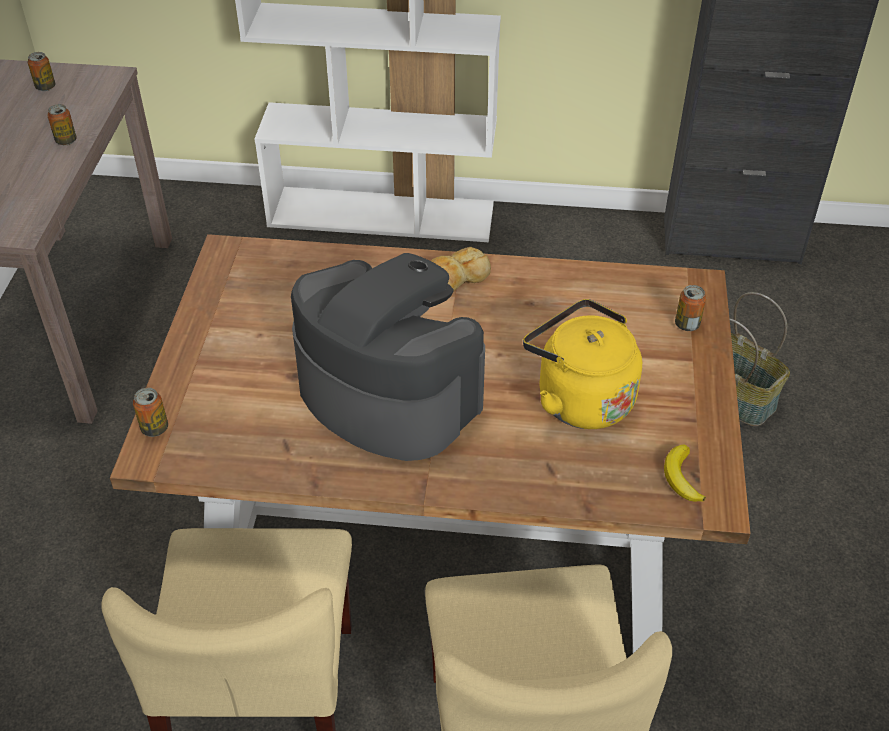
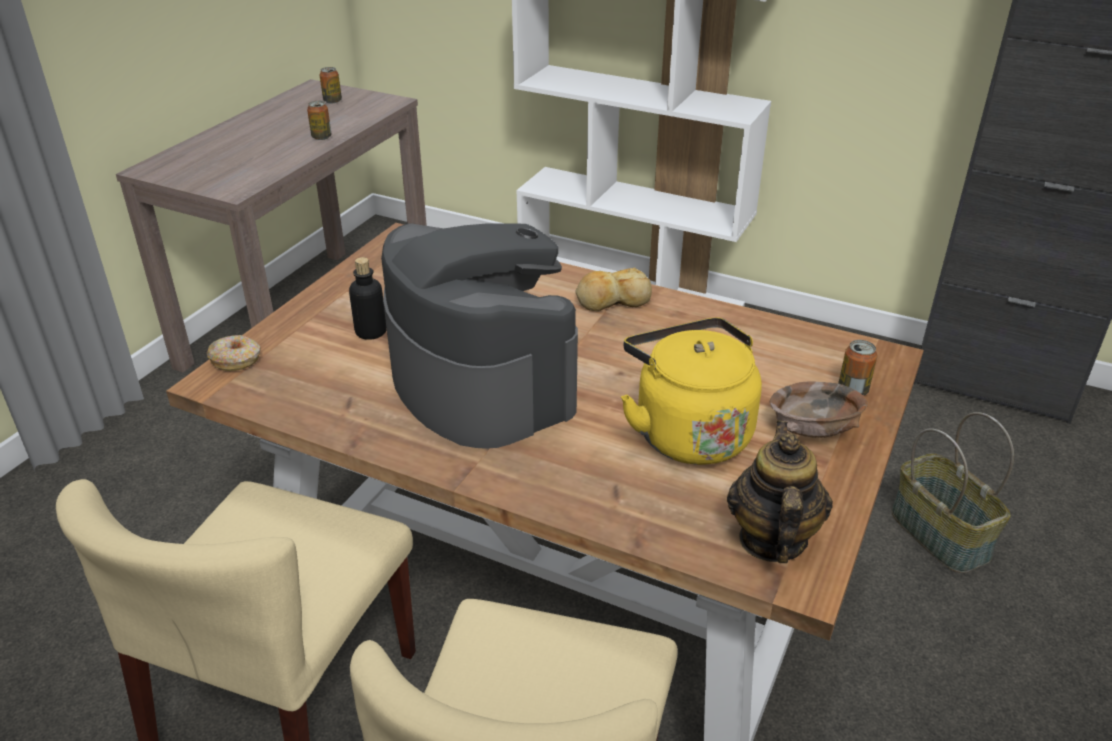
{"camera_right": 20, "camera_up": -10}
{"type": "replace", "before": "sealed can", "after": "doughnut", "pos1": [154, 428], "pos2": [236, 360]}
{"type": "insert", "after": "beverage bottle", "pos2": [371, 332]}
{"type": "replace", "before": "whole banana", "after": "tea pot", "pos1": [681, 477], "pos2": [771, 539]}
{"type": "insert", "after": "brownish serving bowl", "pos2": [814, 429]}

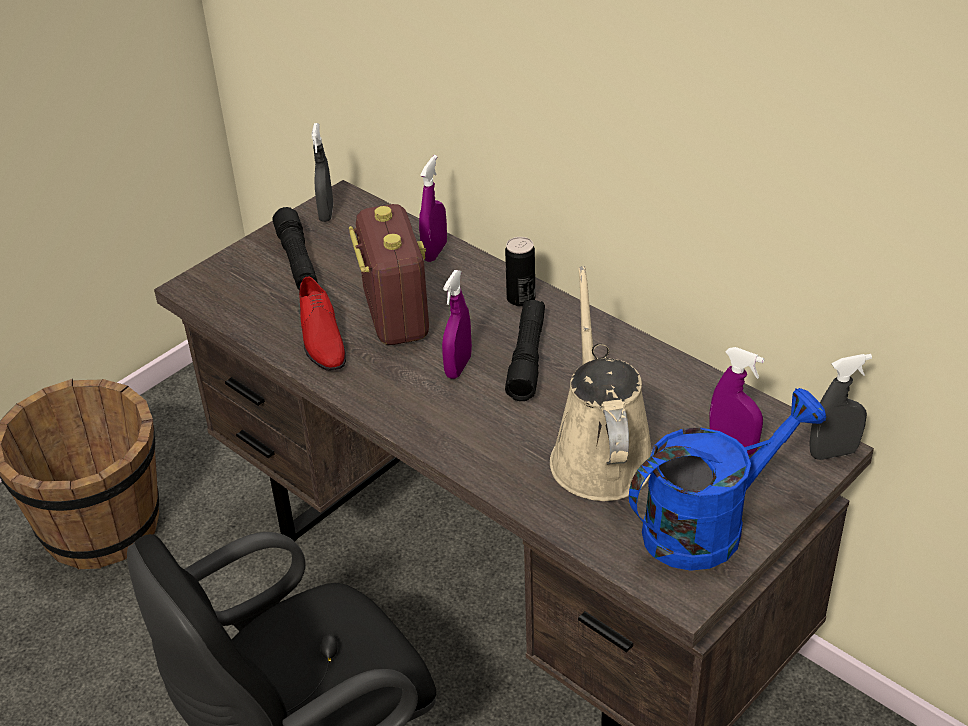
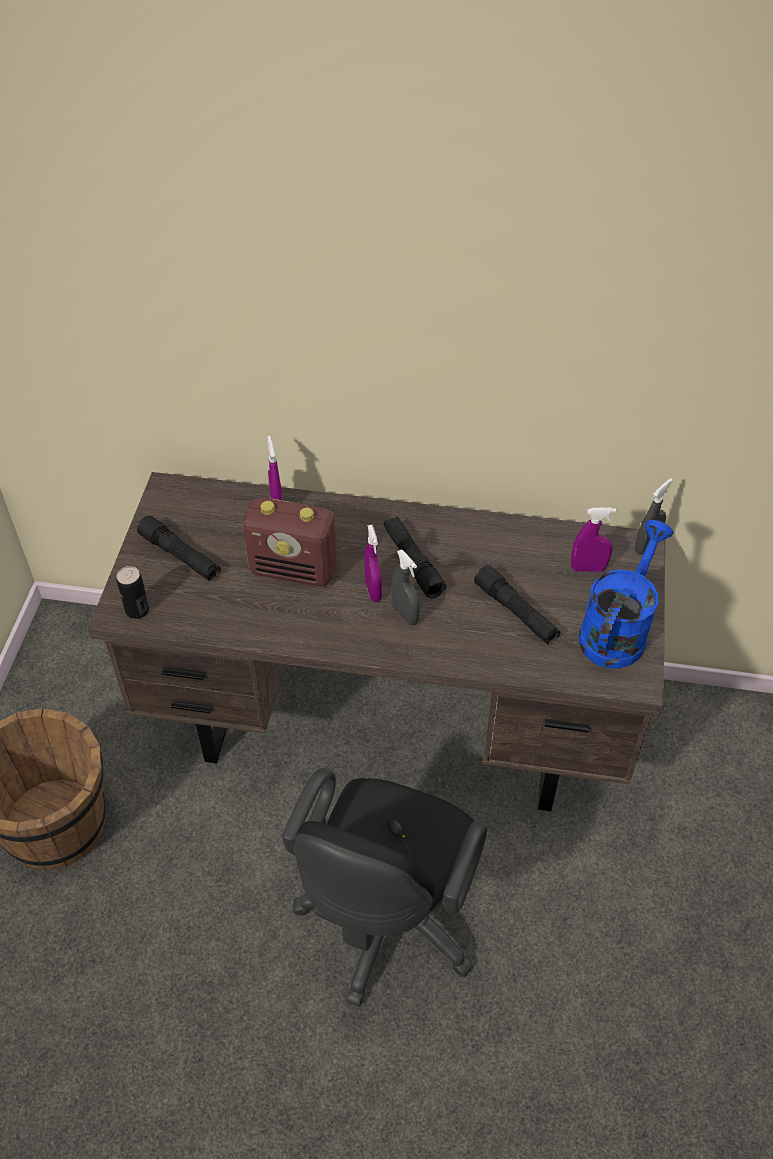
{"camera_right": -35, "camera_up": 10}
{"type": "move", "before": "sealed can", "pos1": [521, 298], "pos2": [137, 610]}
{"type": "rotate", "before": "radio receiver", "pos1": [395, 315], "pos2": [294, 570], "turn": 150}
{"type": "move", "before": "gray spray bottle", "pos1": [326, 213], "pos2": [405, 614]}
{"type": "replace", "before": "sand-coloured watering can", "after": "blackish flashlight", "pos1": [599, 454], "pos2": [516, 612]}
{"type": "delete", "before": "red-coloured low shoe", "pos1": [320, 338]}

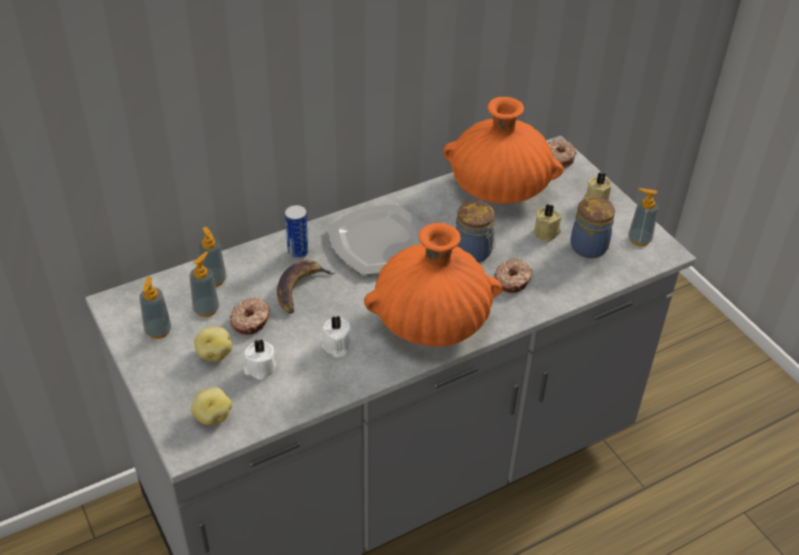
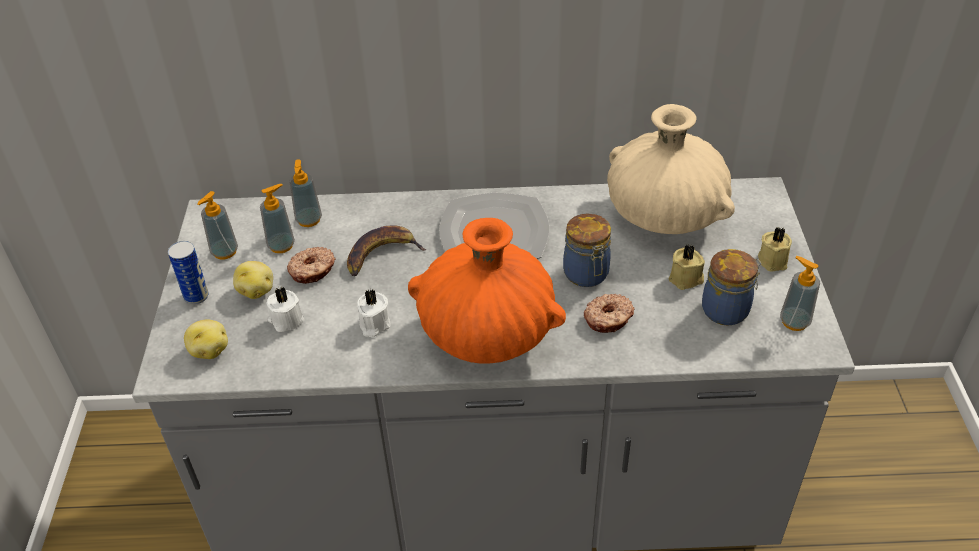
{"camera_right": 30, "camera_up": 0}
{"type": "move", "before": "sealed can", "pos1": [298, 253], "pos2": [196, 296]}
{"type": "recolor", "before": "orangey decorative vase", "after": "sand-coloured decorative vase", "pos1": [499, 189], "pos2": [664, 216]}
{"type": "delete", "before": "doughnut", "pos1": [558, 158]}

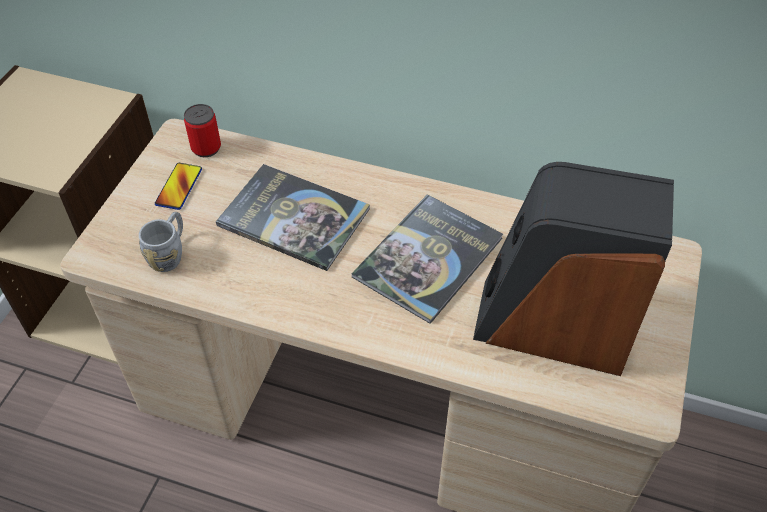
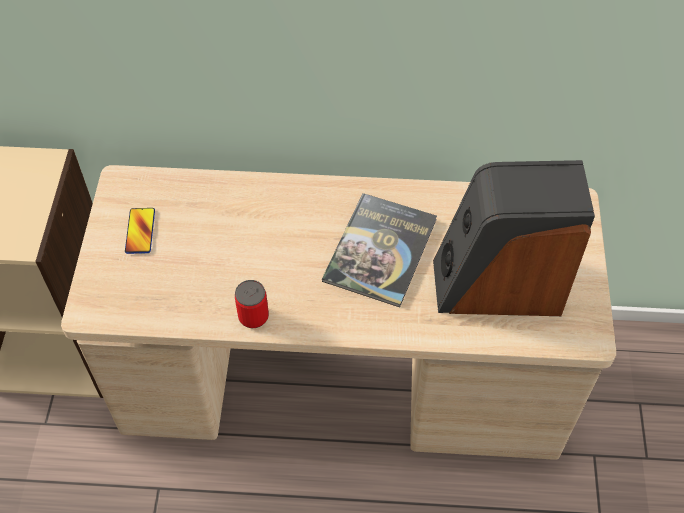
{"camera_right": -15, "camera_up": 5}
{"type": "move", "before": "sealed can", "pos1": [206, 148], "pos2": [253, 316]}
{"type": "delete", "before": "gray mug", "pos1": [170, 254]}
{"type": "delete", "before": "bound book", "pos1": [294, 217]}

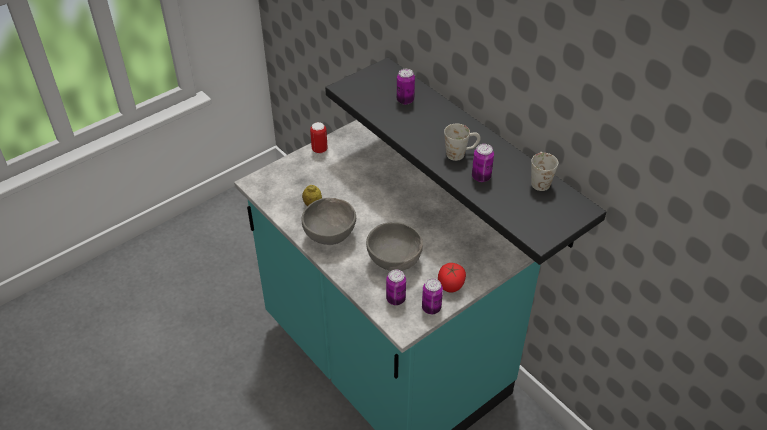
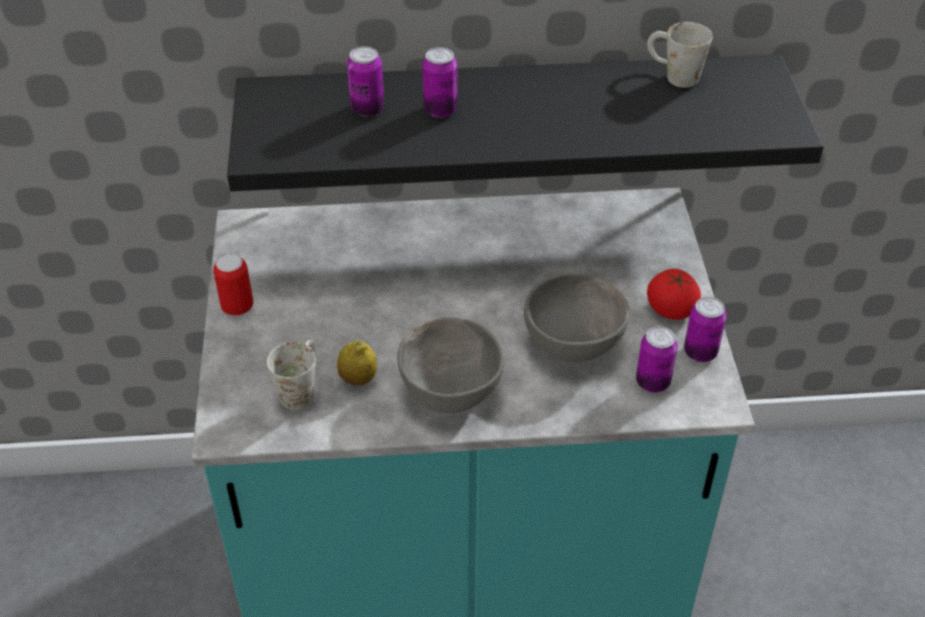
{"camera_right": -55, "camera_up": 0}
{"type": "move", "before": "white mug", "pos1": [461, 153], "pos2": [301, 388]}
{"type": "move", "before": "sealed can", "pos1": [481, 177], "pos2": [440, 110]}

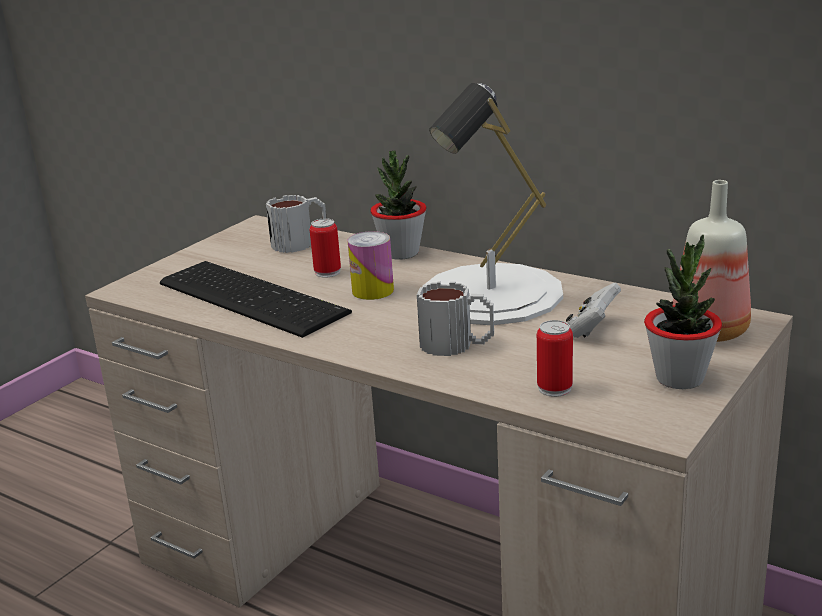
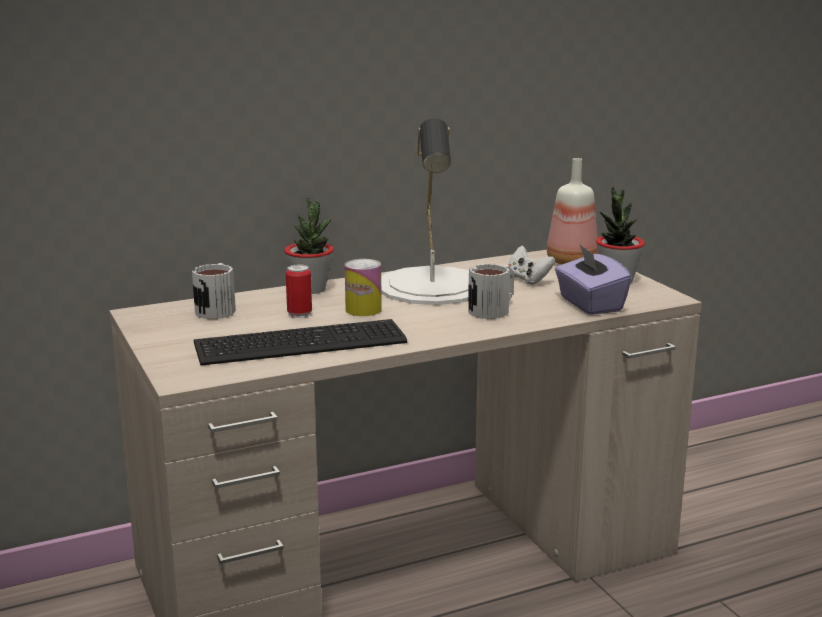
{"camera_right": -60, "camera_up": -5}
{"type": "replace", "before": "sealed can", "after": "purplish tissue box", "pos1": [554, 388], "pos2": [589, 304]}

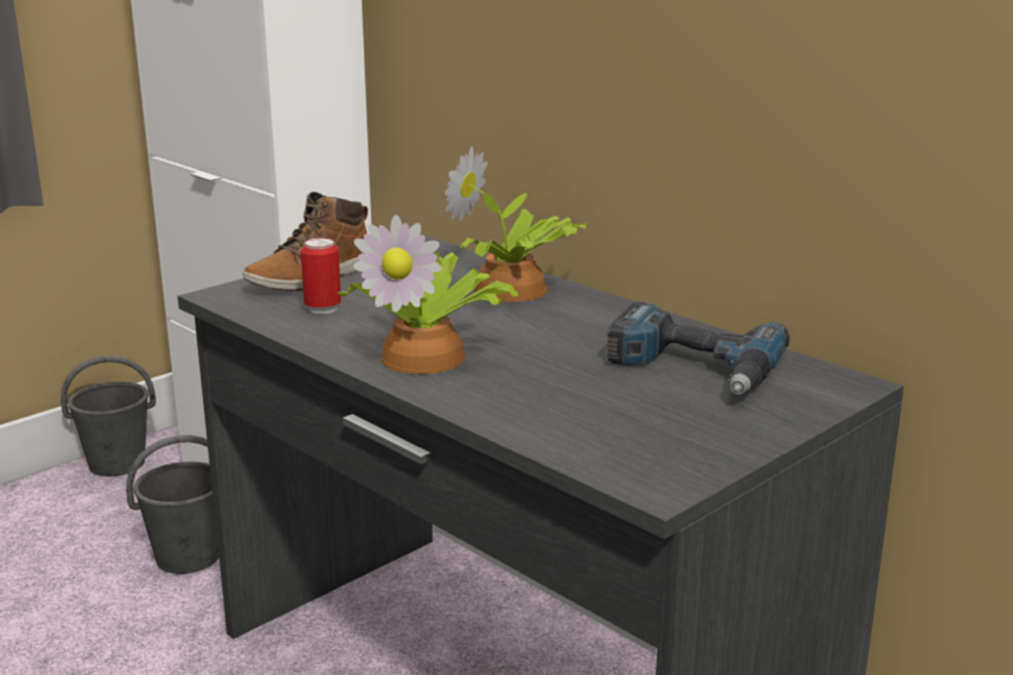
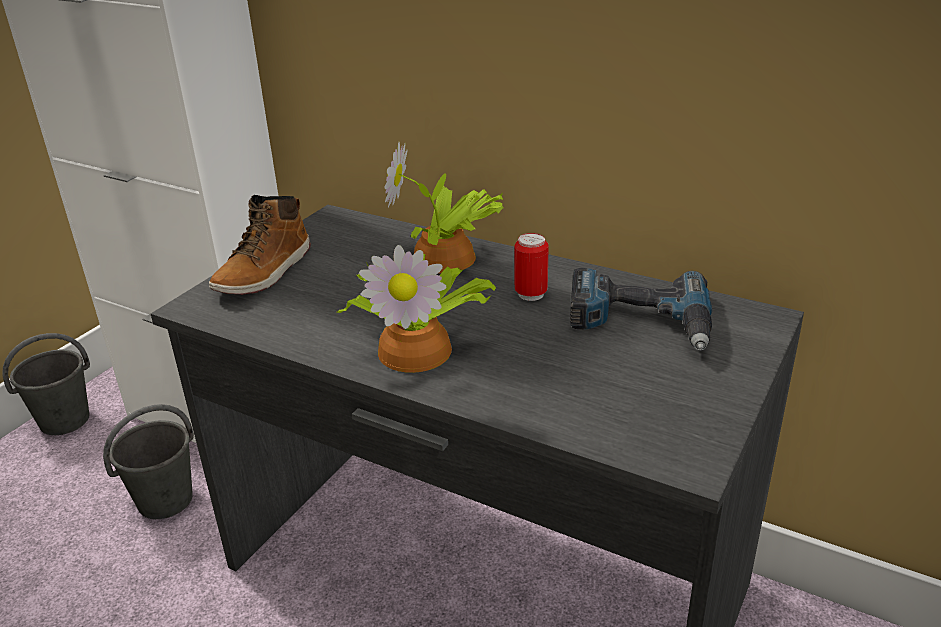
{"camera_right": -15, "camera_up": 10}
{"type": "move", "before": "sealed can", "pos1": [323, 309], "pos2": [531, 294]}

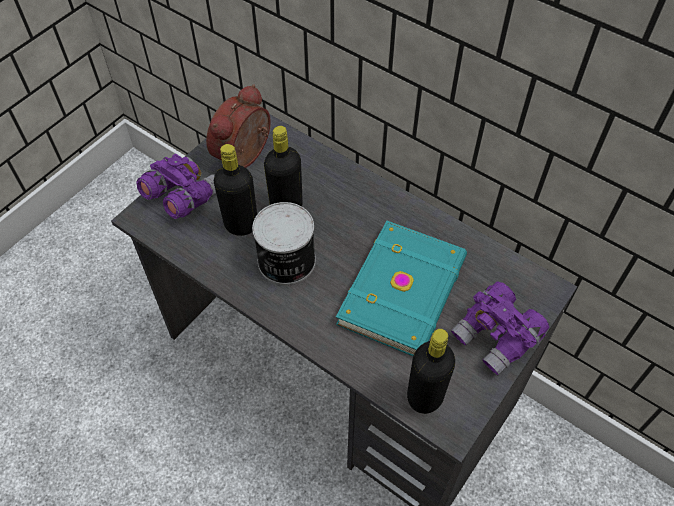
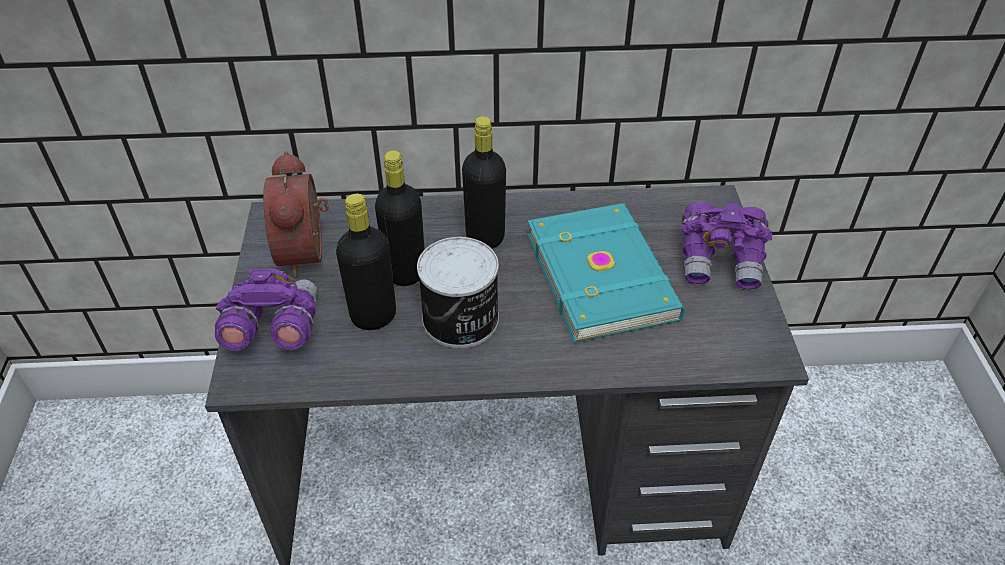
{"camera_right": -40, "camera_up": -10}
{"type": "move", "before": "blackish beverage bottle", "pos1": [425, 397], "pos2": [485, 237]}

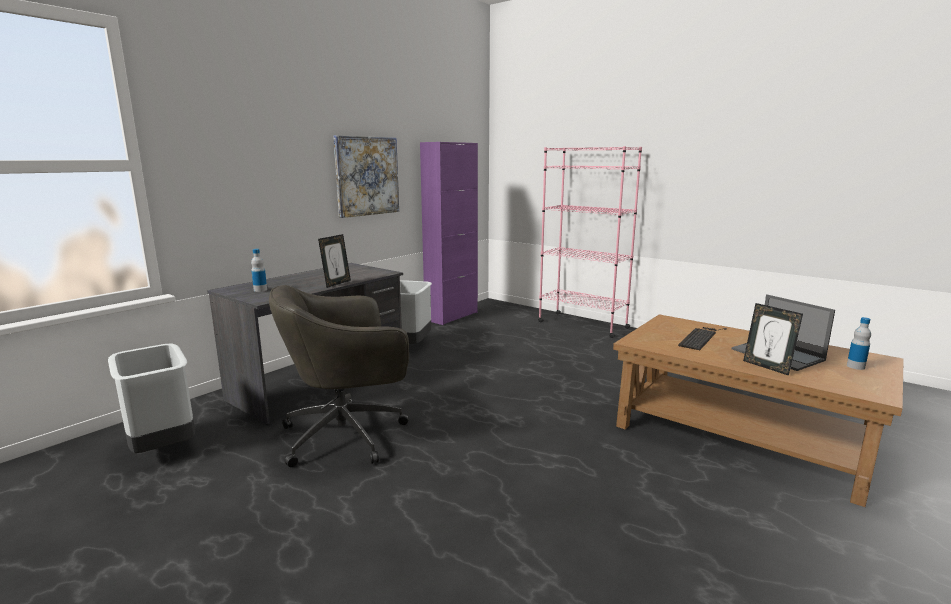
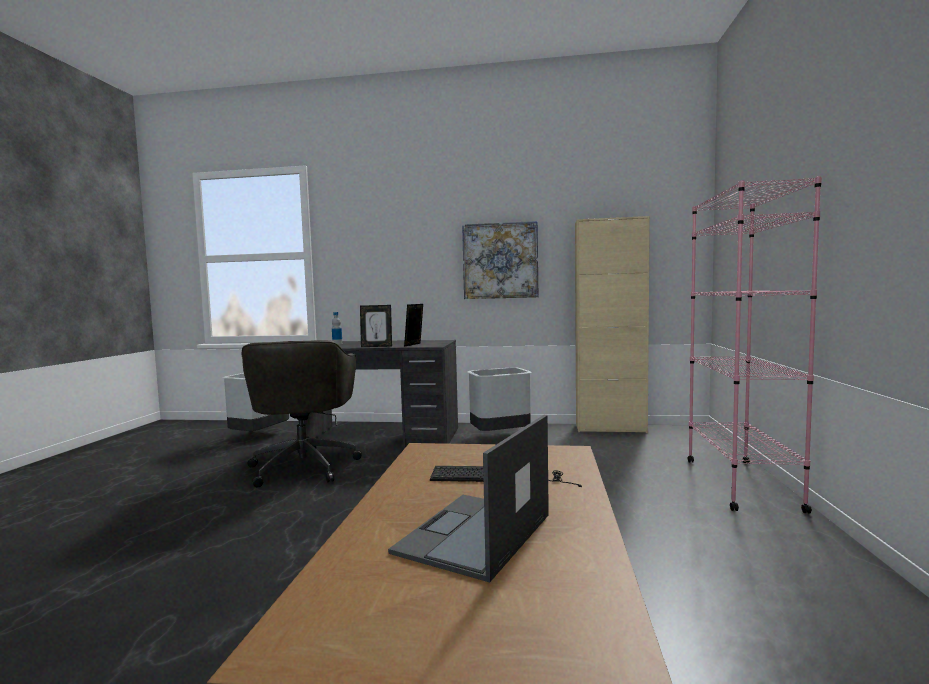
{"camera_right": 60, "camera_up": -10}
{"type": "rotate", "before": "gray desk chair", "pos1": [348, 434], "pos2": [304, 466], "turn": -135}
{"type": "move", "before": "picture frame", "pos1": [767, 367], "pos2": [414, 345]}
{"type": "recolor", "before": "purplish storage cabinet", "after": "sand-coloured storage cabinet", "pos1": [451, 316], "pos2": [610, 428]}
{"type": "delete", "before": "beverage bottle", "pos1": [855, 366]}

